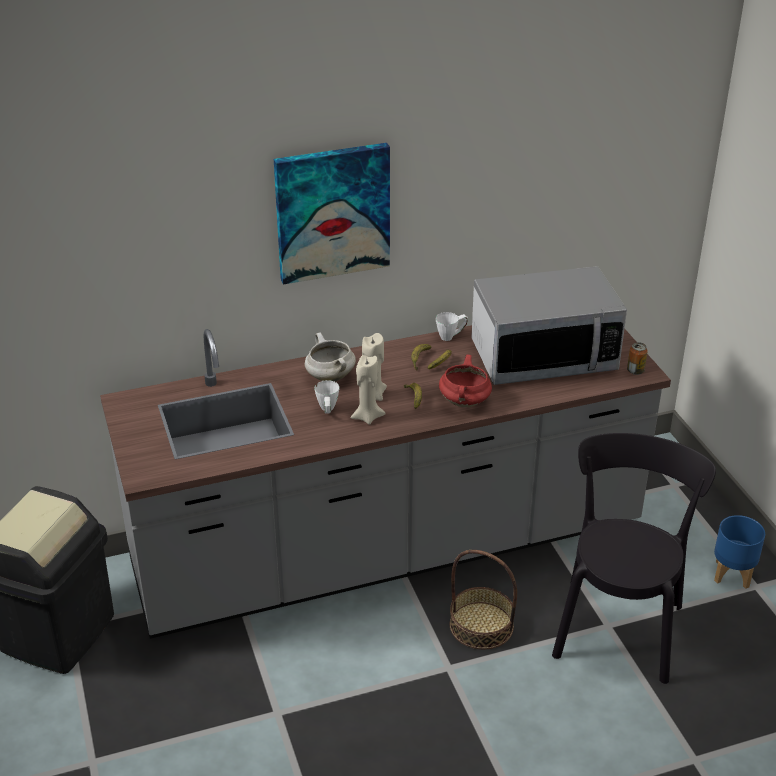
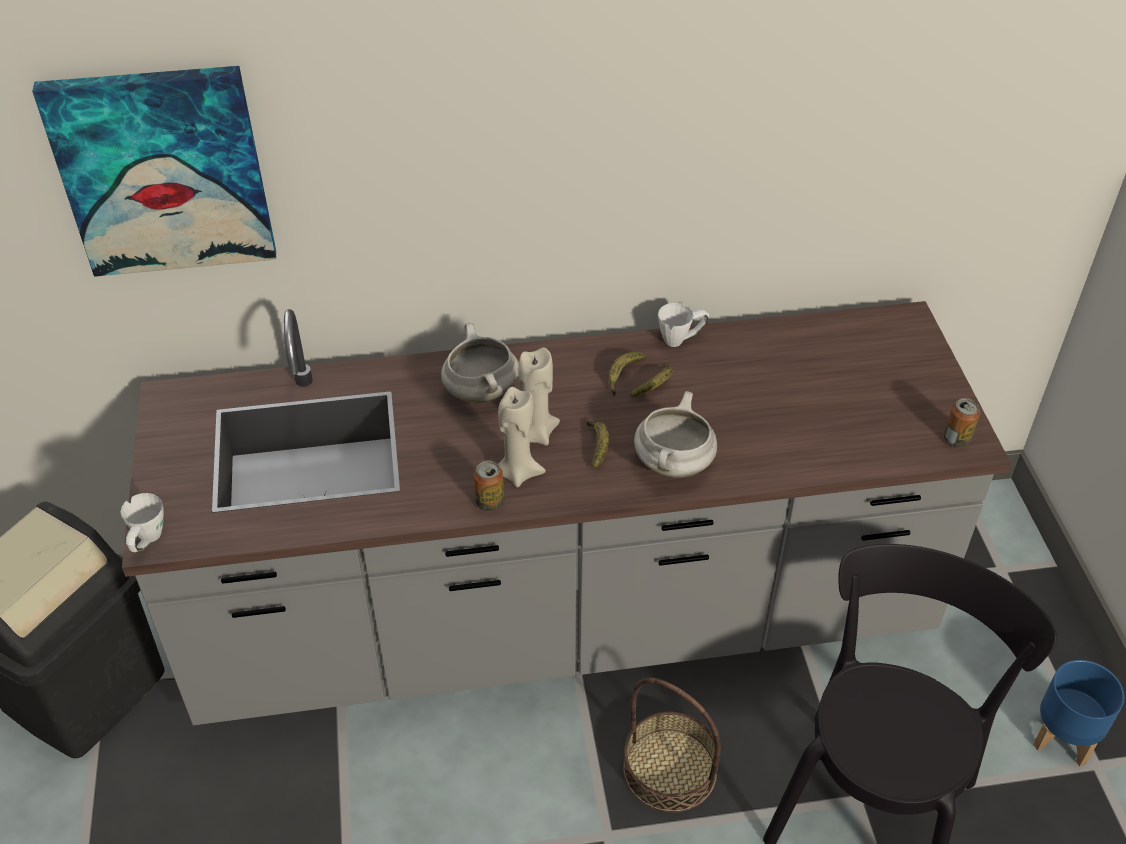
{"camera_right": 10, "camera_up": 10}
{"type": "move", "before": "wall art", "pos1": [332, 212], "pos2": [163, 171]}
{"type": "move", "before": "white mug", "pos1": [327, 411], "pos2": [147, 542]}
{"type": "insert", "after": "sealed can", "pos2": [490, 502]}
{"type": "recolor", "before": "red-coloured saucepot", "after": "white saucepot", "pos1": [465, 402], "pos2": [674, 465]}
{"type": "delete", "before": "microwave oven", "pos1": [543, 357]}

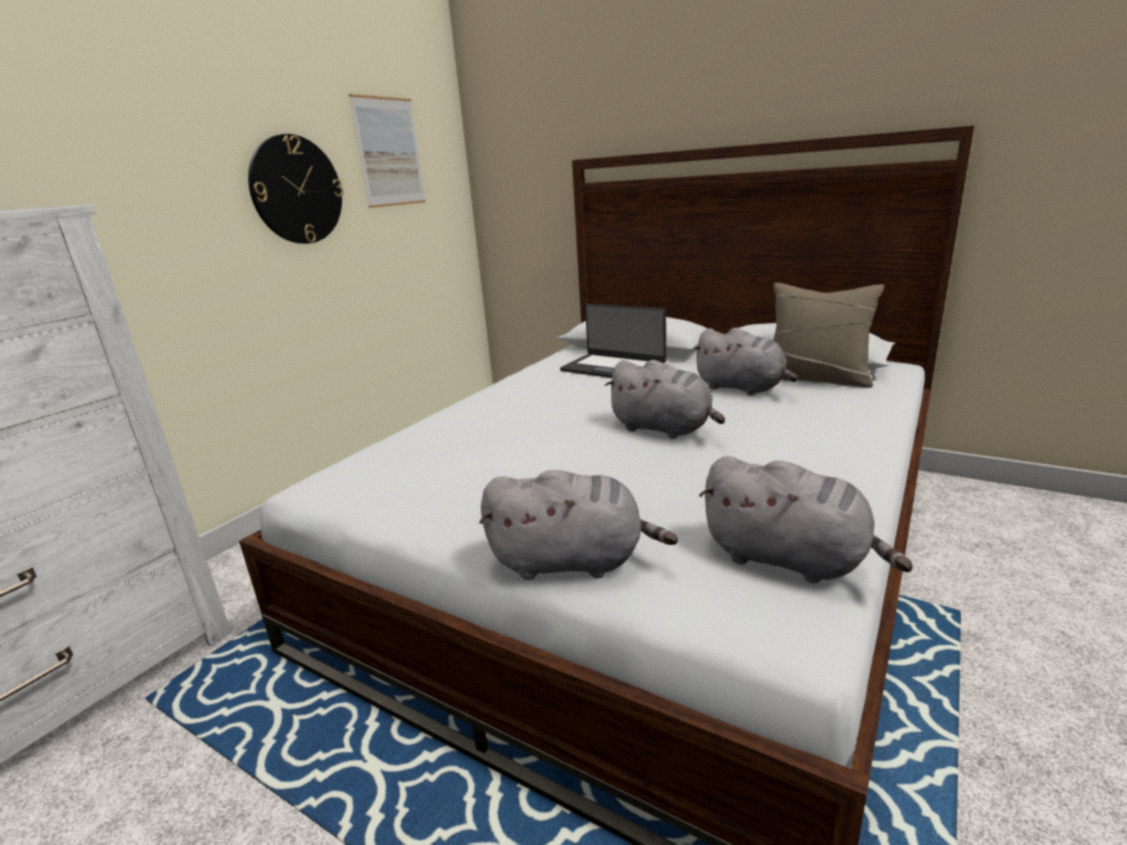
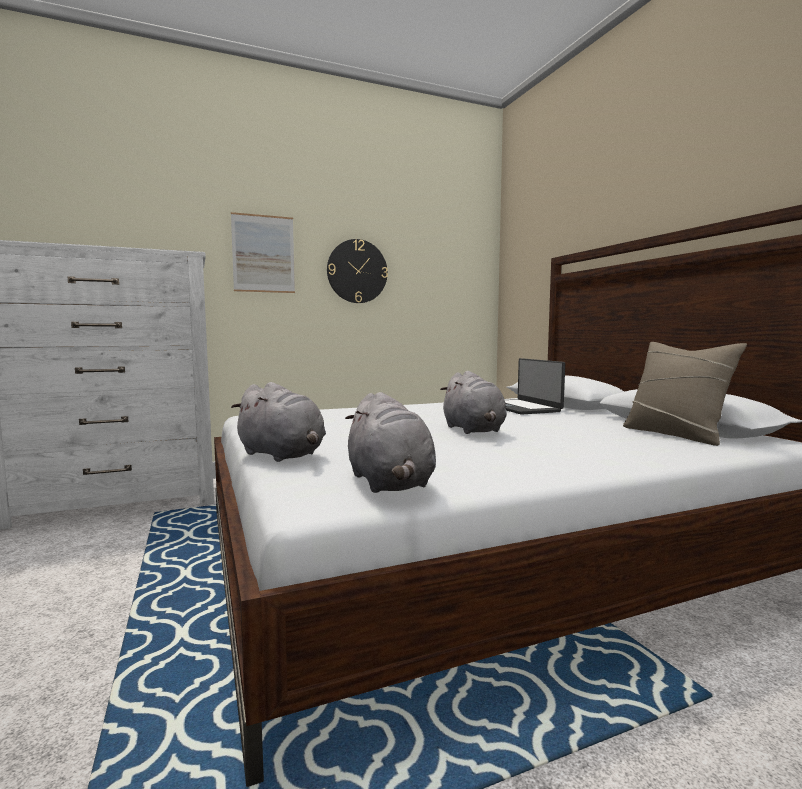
{"camera_right": 35, "camera_up": -15}
{"type": "move", "before": "wall art", "pos1": [389, 152], "pos2": [263, 254]}
{"type": "delete", "before": "gray soft toy", "pos1": [742, 388]}

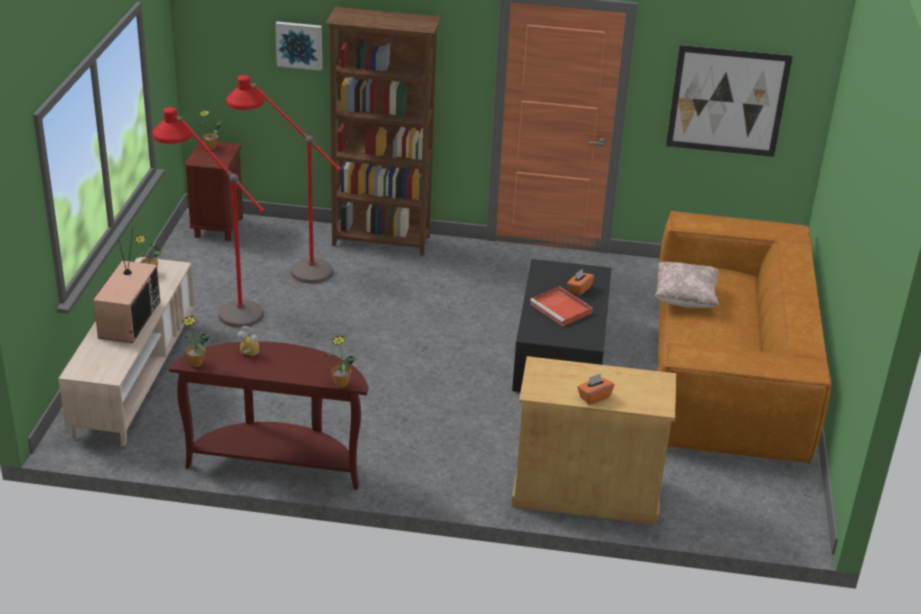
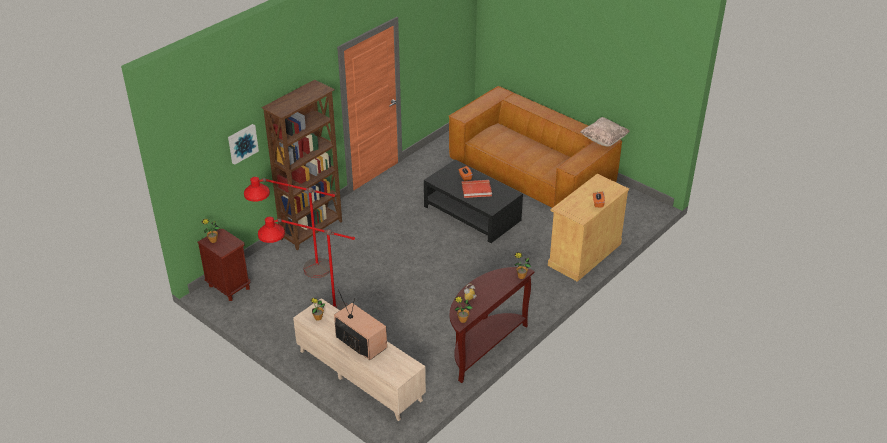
{"camera_right": -55, "camera_up": 5}
{"type": "move", "before": "sand-coloured cushion", "pos1": [685, 299], "pos2": [604, 140]}
{"type": "delete", "before": "wall art", "pos1": [727, 101]}

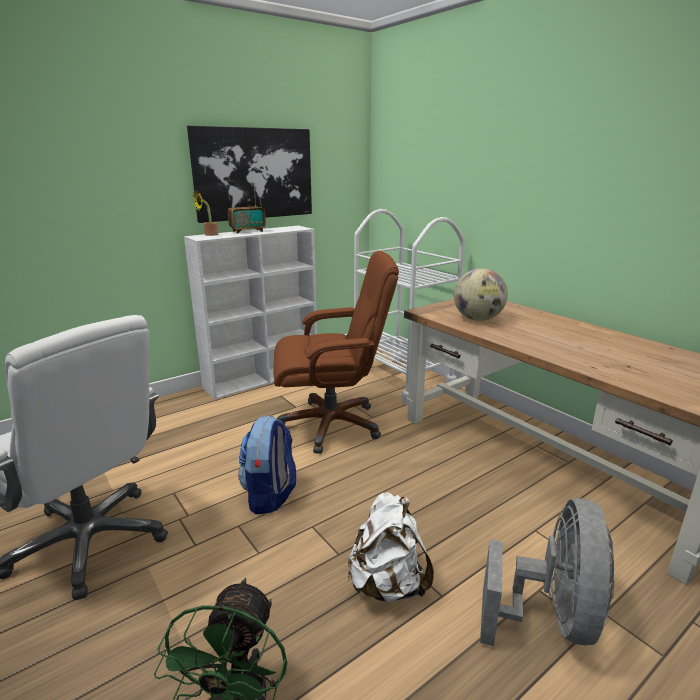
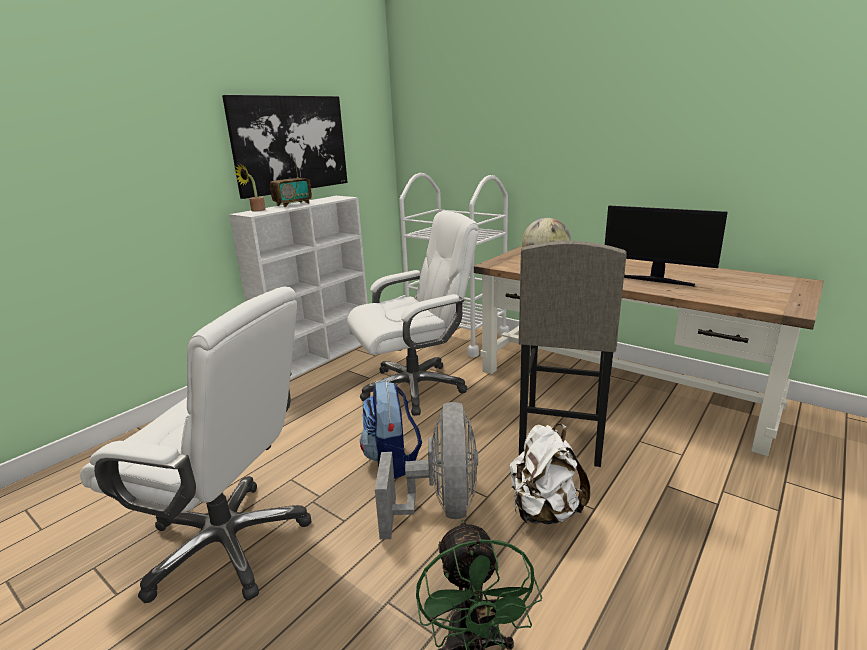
{"camera_right": -15, "camera_up": 0}
{"type": "recolor", "before": "brownish desk chair", "after": "white desk chair", "pos1": [332, 424], "pos2": [414, 387]}
{"type": "move", "before": "gray electric fan", "pos1": [550, 617], "pos2": [441, 507]}
{"type": "insert", "after": "gray stool seat", "pos2": [561, 433]}
{"type": "insert", "after": "computer display", "pos2": [655, 280]}

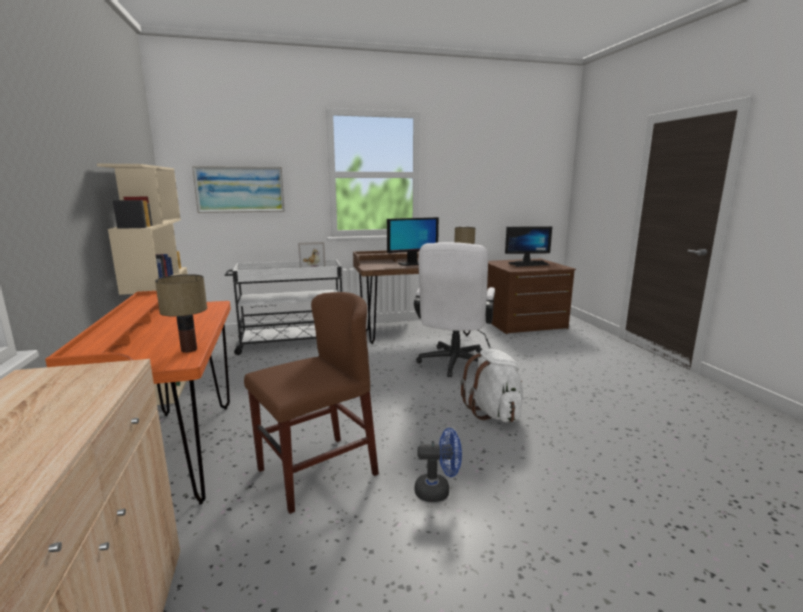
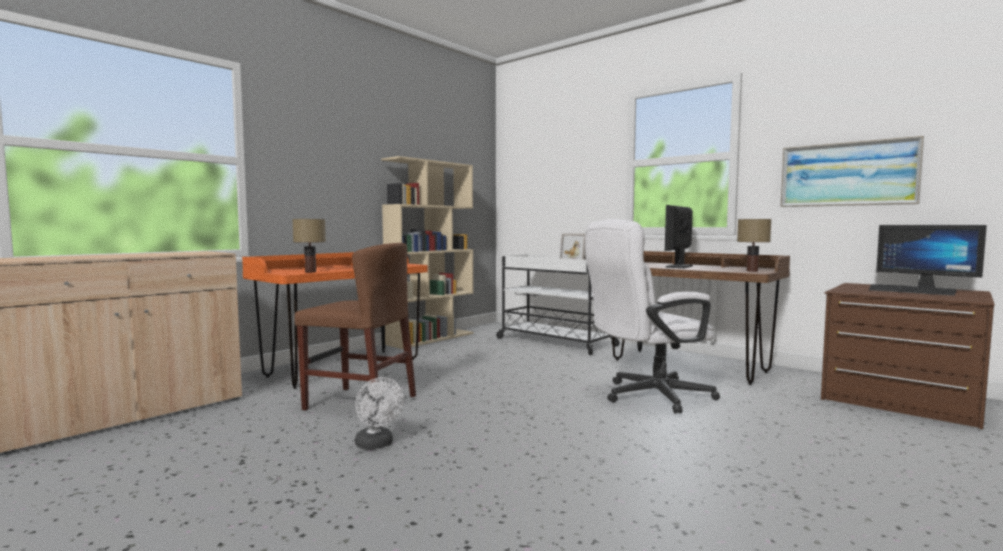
{"camera_right": 55, "camera_up": -10}
{"type": "recolor", "before": "bluish electric fan", "after": "white electric fan", "pos1": [438, 491], "pos2": [377, 445]}
{"type": "rotate", "before": "computer display", "pos1": [411, 264], "pos2": [679, 266], "turn": 90}
{"type": "move", "before": "wall art", "pos1": [240, 189], "pos2": [847, 174]}
{"type": "delete", "before": "white rucksack", "pos1": [494, 413]}

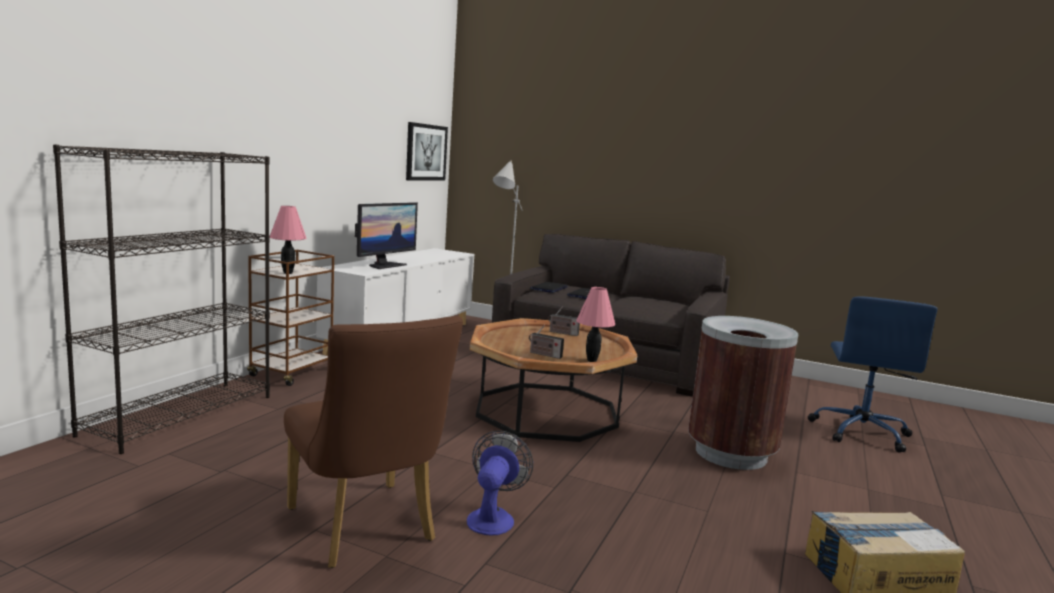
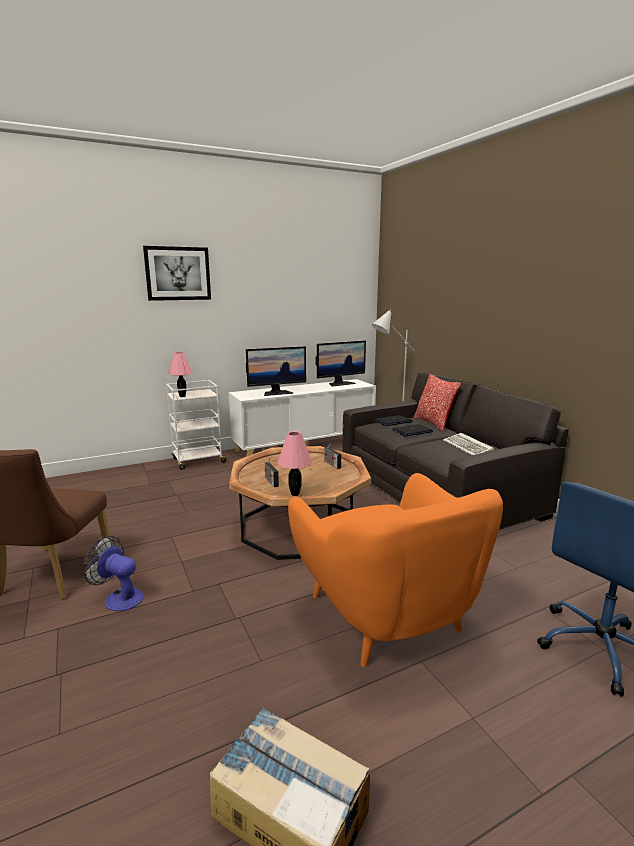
{"camera_right": 40, "camera_up": 5}
{"type": "rotate", "before": "electric fan", "pos1": [493, 517], "pos2": [119, 597], "turn": -120}
{"type": "move", "before": "wall art", "pos1": [426, 152], "pos2": [178, 273]}
{"type": "recolor", "before": "brownish wheeled cart", "after": "white wheeled cart", "pos1": [292, 373], "pos2": [198, 461]}
{"type": "replace", "before": "brownish trash can", "after": "orangey easy chair", "pos1": [731, 454], "pos2": [386, 616]}
{"type": "insert", "after": "computer display", "pos2": [340, 383]}
{"type": "insert", "after": "cushion", "pos2": [433, 423]}
{"type": "insert", "after": "computer keyboard", "pos2": [468, 447]}
{"type": "delete", "before": "blackish shelving unit", "pos1": [180, 414]}

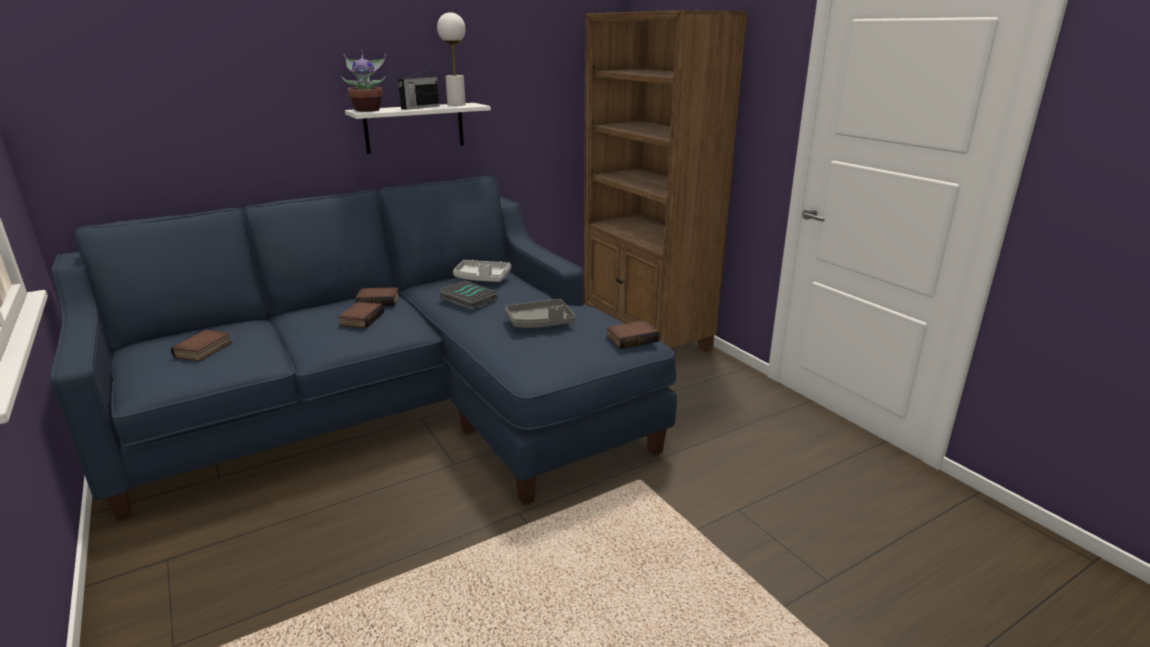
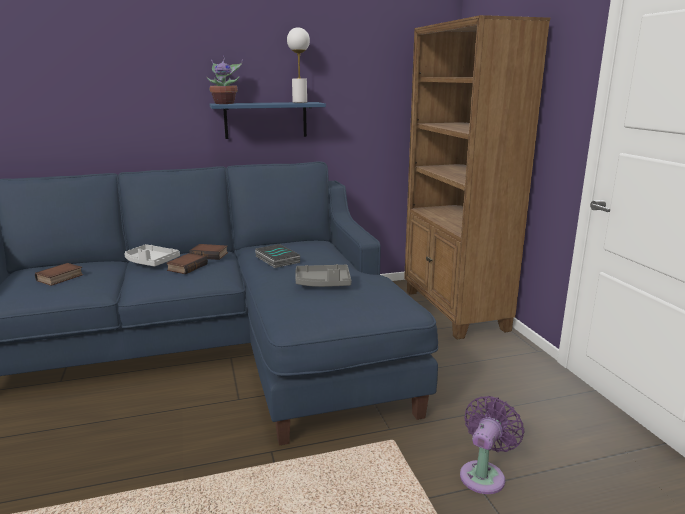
{"camera_right": 15, "camera_up": -5}
{"type": "move", "before": "gray carrying tray", "pos1": [482, 278], "pos2": [151, 262]}
{"type": "recolor", "before": "white shelf", "after": "bluish shelf", "pos1": [414, 127], "pos2": [265, 120]}
{"type": "insert", "after": "purplish electric fan", "pos2": [484, 474]}
{"type": "delete", "before": "radio receiver", "pos1": [419, 107]}
{"type": "delete", "before": "bound book", "pos1": [632, 338]}

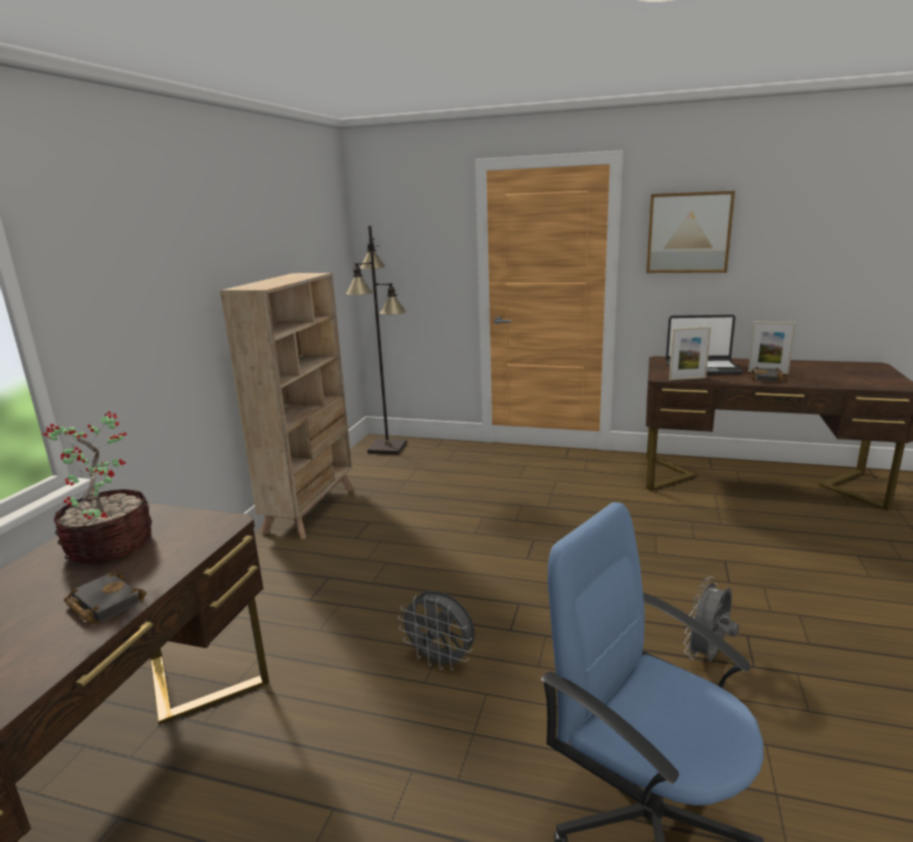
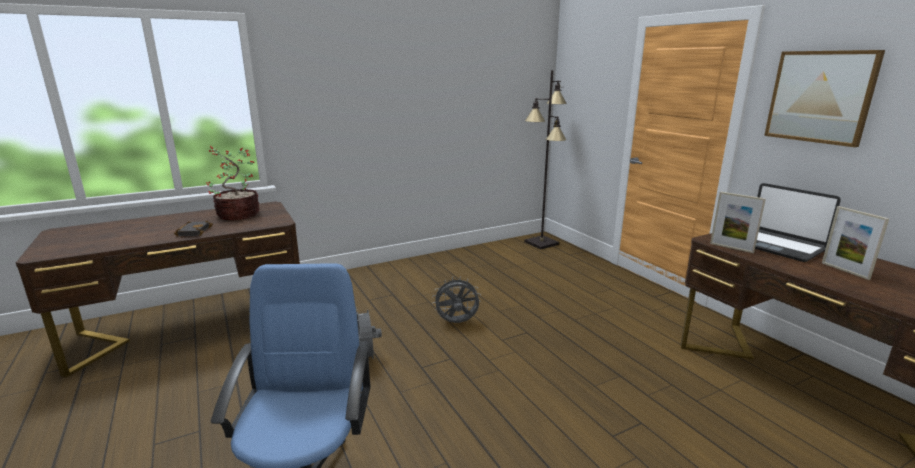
{"camera_right": 45, "camera_up": 0}
{"type": "move", "before": "gray electric fan", "pos1": [708, 656], "pos2": [456, 323]}
{"type": "delete", "before": "sand-coloured shelving unit", "pos1": [311, 509]}
{"type": "delete", "before": "blackish bound book", "pos1": [768, 378]}

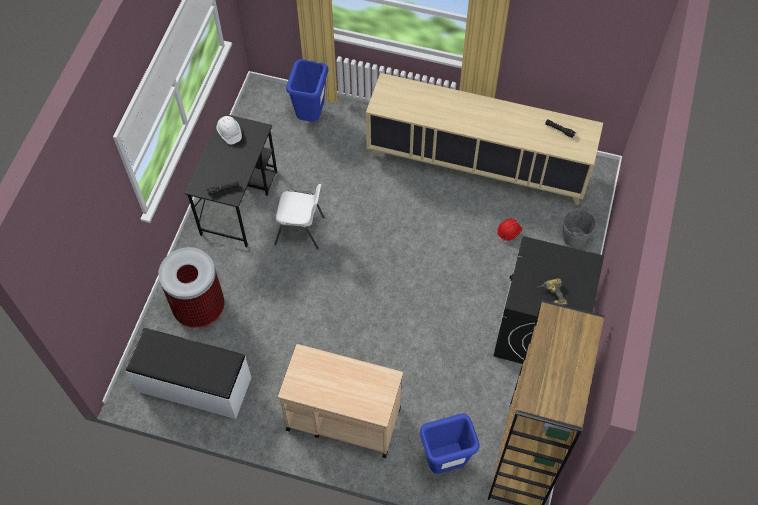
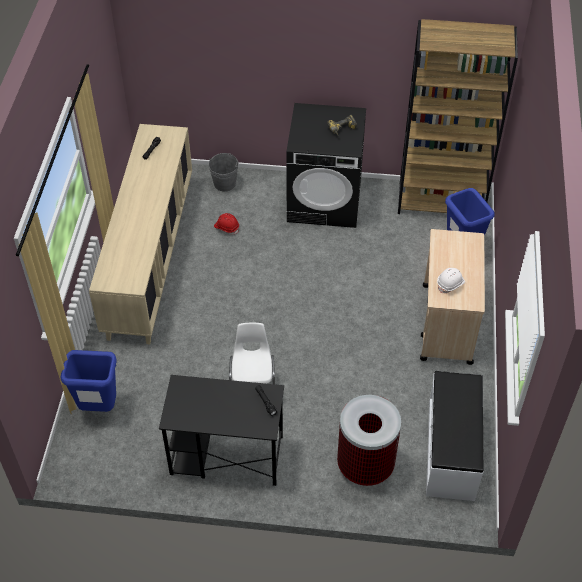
{"camera_right": -100, "camera_up": -10}
{"type": "move", "before": "white safety helmet", "pos1": [229, 133], "pos2": [450, 284]}

